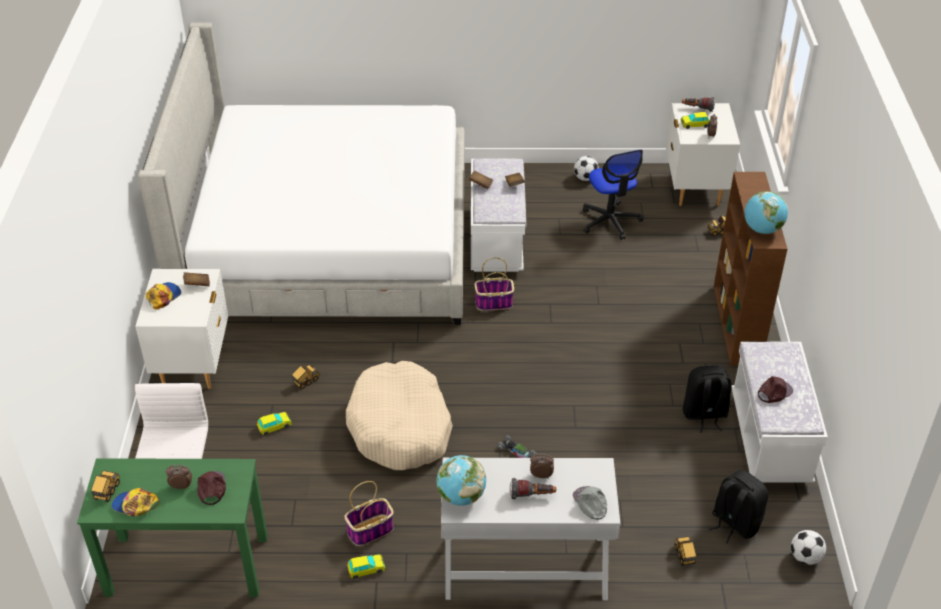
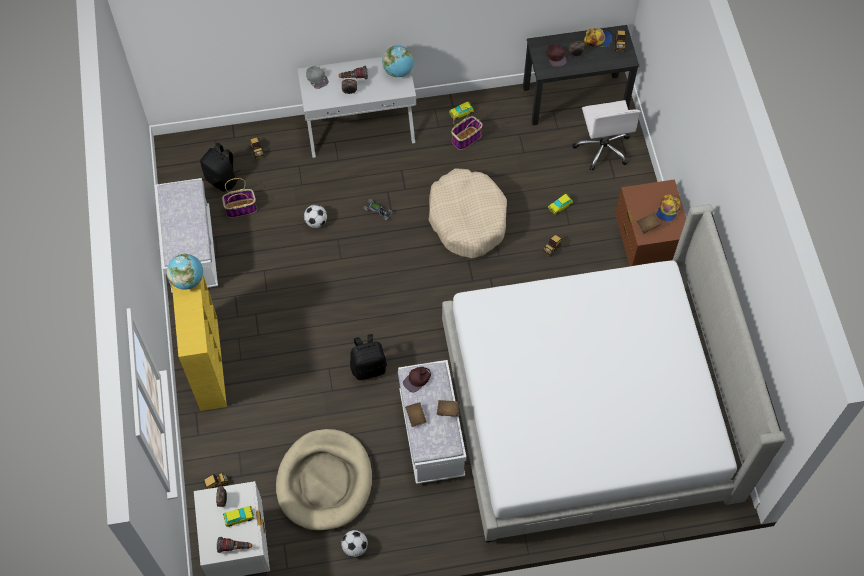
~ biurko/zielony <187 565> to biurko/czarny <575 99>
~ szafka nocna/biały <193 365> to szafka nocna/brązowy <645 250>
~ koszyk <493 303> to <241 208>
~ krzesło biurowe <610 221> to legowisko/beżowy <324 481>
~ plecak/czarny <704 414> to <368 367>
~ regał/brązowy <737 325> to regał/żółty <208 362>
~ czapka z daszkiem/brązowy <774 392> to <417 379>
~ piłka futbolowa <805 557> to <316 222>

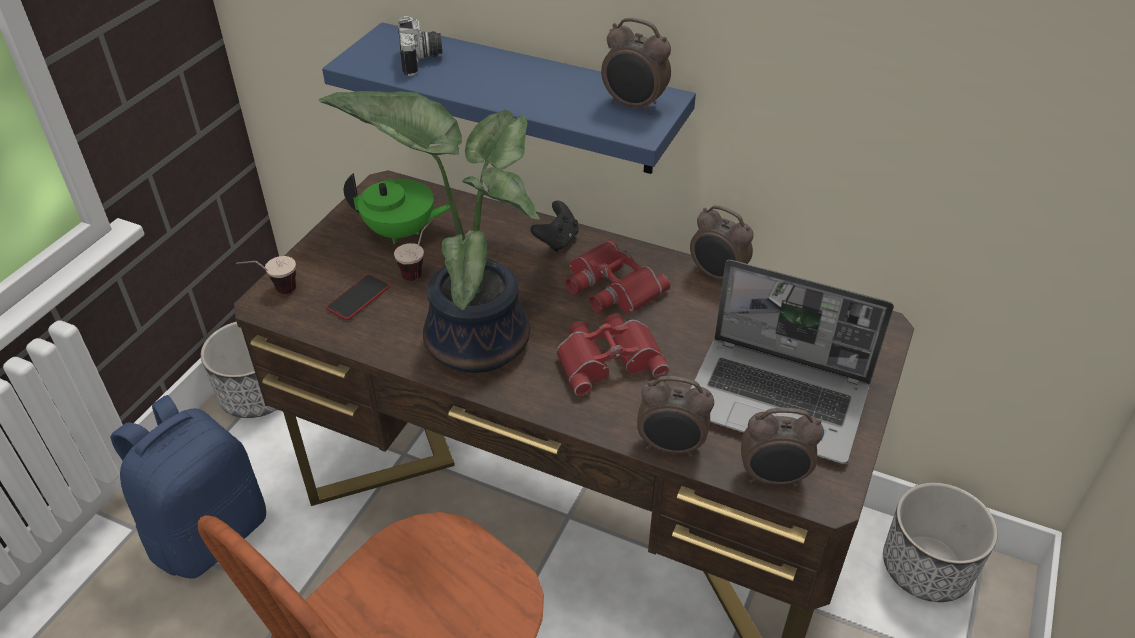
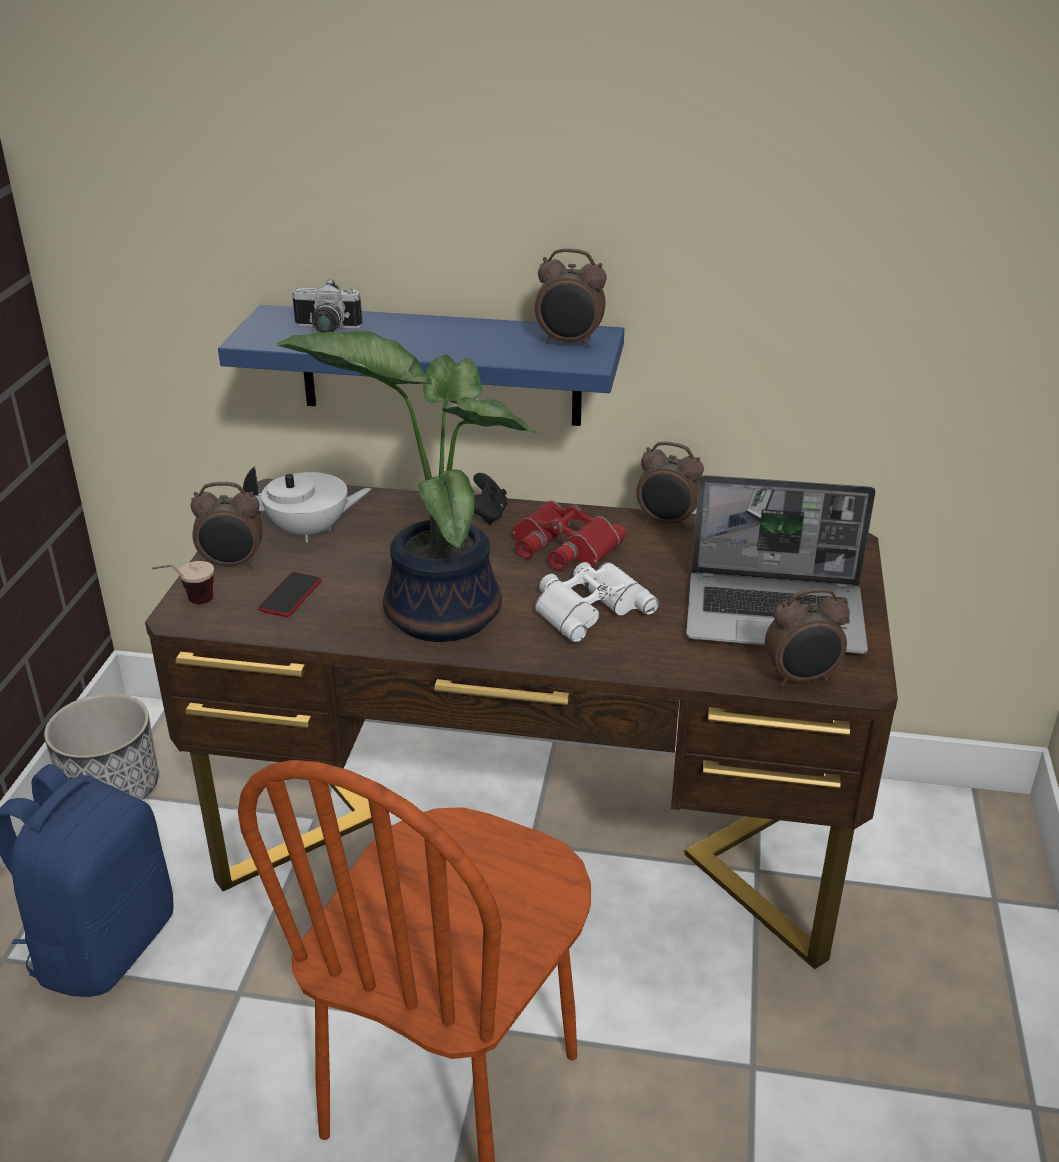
~ imbryk/zielony <401 232> to imbryk/biały <310 531>
- filiżanka <420 268>
~ aparat fotograficzny <422 59> = <325 330> 120 degrees clockwise
~ lornetka/czerwony <608 358> to lornetka/biały <589 607>
~ budzik <671 447> to <232 565>
- donica <925 567>

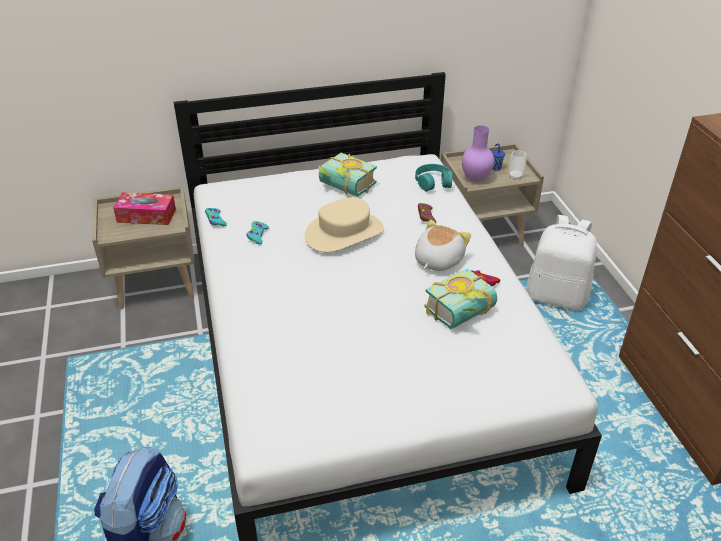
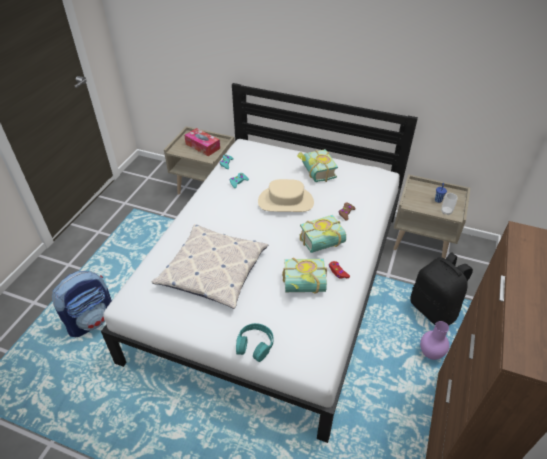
~ słuchawki/turkusowy <433 182> to <255 345>
~ pluszak <437 260> to książka <323 244>
~ wazon/fioletowy <476 179> to <431 354>
~ plecak/biały <557 296> to plecak/czarny <434 309>
+ poduszka <213 270>

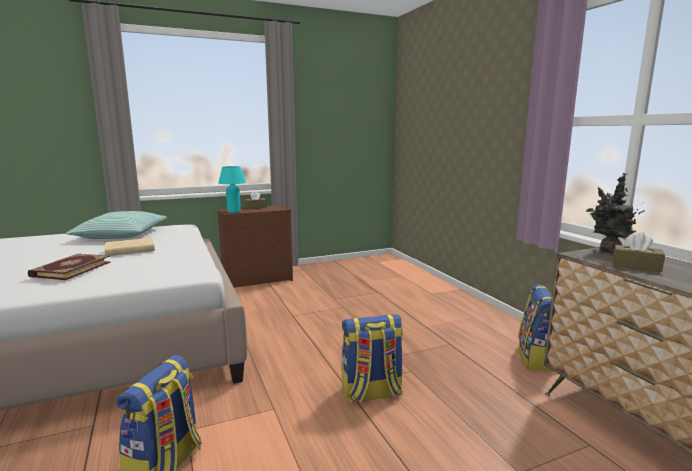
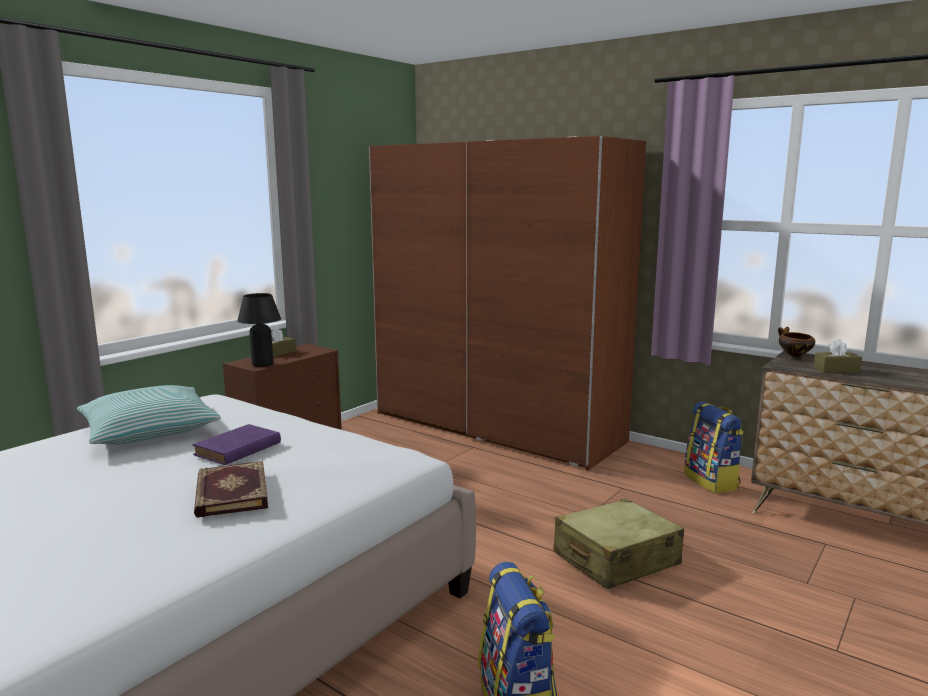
~ książka/beżowy <128 250> to książka/fioletowy <236 450>
~ lampa stołowa/turkusowy <234 211> to lampa stołowa/czarny <262 364>
~ plecak <371 393> to walizka/beżowy <615 559>
~ roślina doniczkowa <609 251> to miska <793 358>
+ szafa/brązowy <495 427>

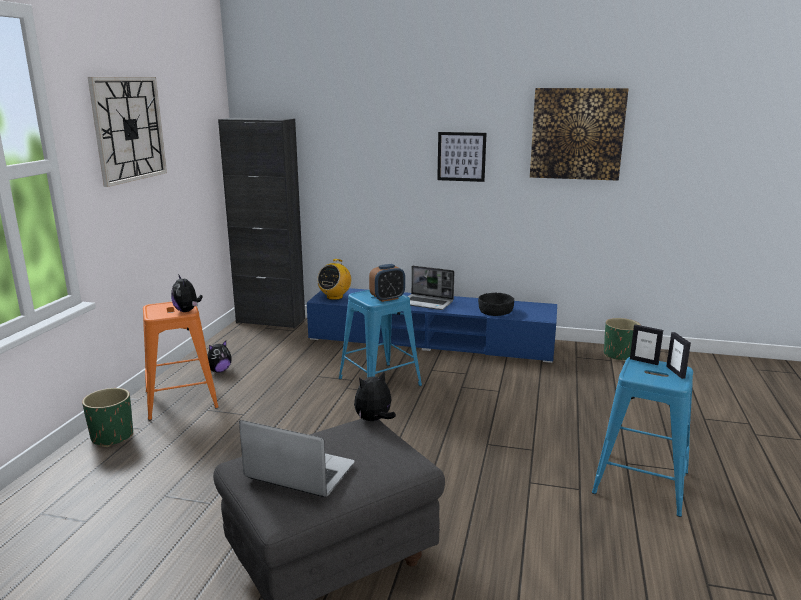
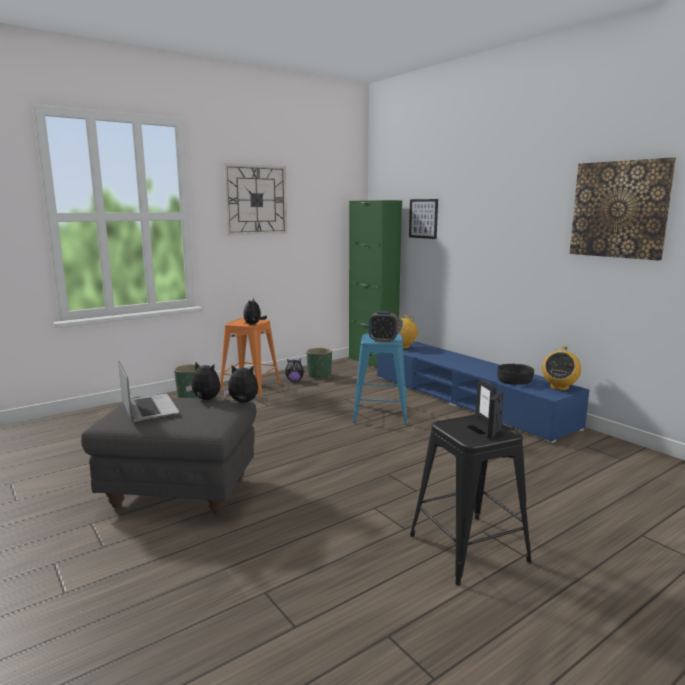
~ szafka/czarny <270 321> to szafka/zielony <372 361>
- laptop <427 303>
~ obraz <461 156> to <423 218>
~ stołek/niebieski <640 482> to stołek/czarny <467 548>
~ donica/zielony <619 355> to <319 376>
+ pluszak <205 400>
+ radio <559 387>

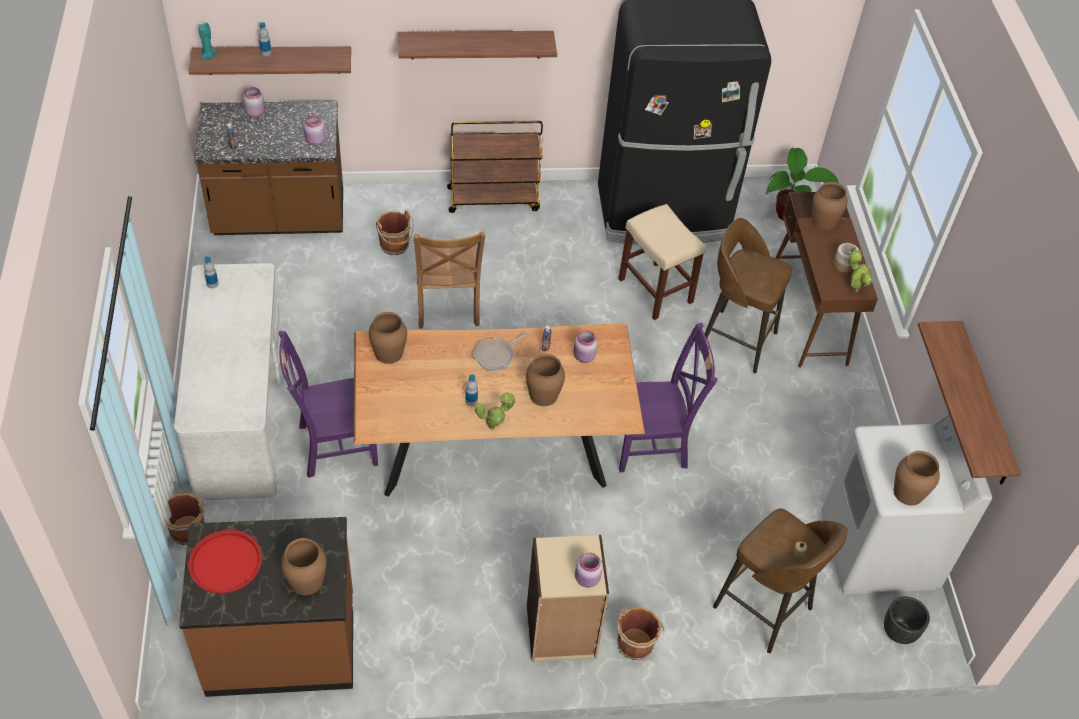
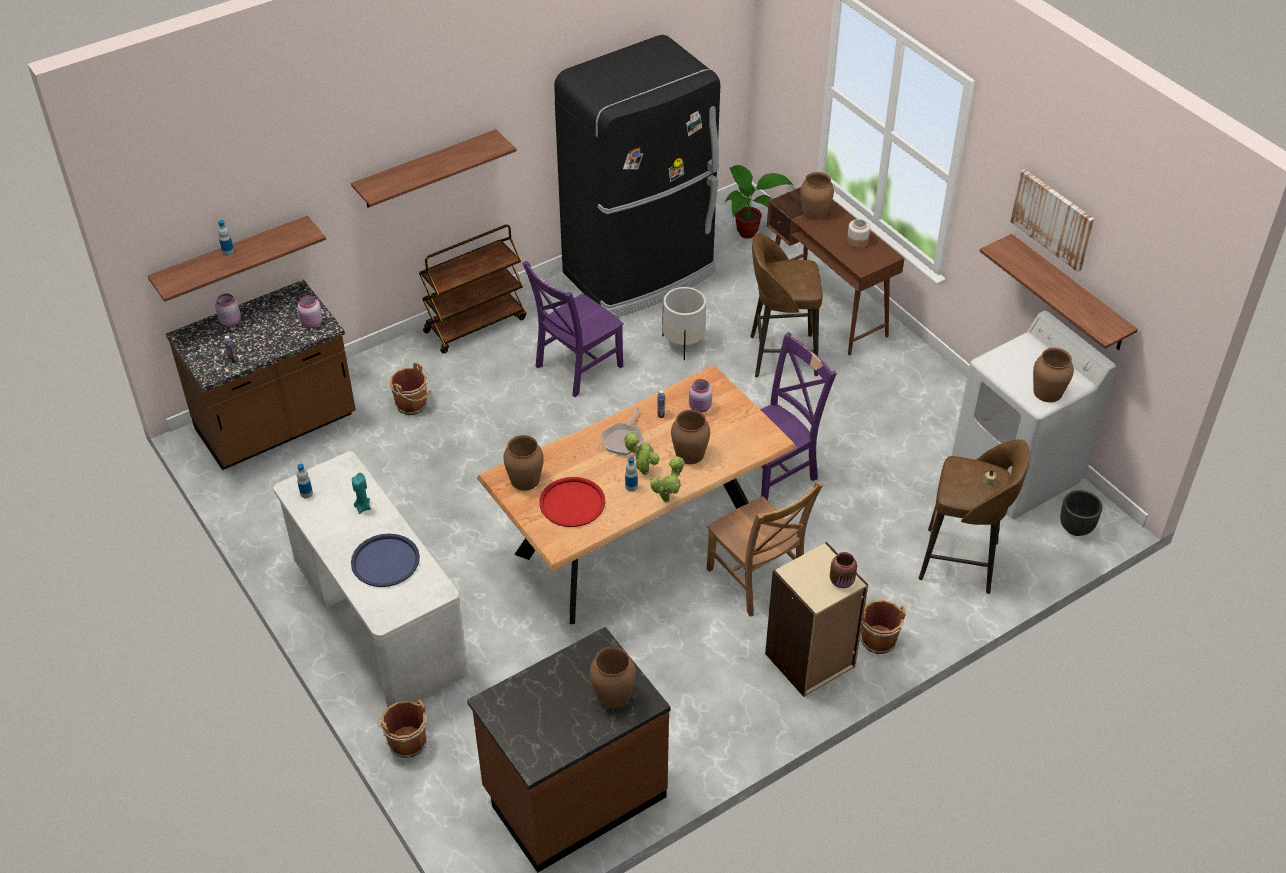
~ taca/czerwony <225 562> to <572 503>
~ świeca/turkusowy <208 56> to <363 507>
~ krzesło/fioletowy <334 445> to <576 368>
~ krzesło/brązowy <447 306> to <757 580>
~ słoik/różowy <587 579> to słoik/brązowy <842 581>
~ stołek/beżowy <656 291> to donica/biały <683 343>
~ roślina doniczkowa <854 288> to <642 472>
+ taca/niebieski <385 561>
+ obraz <1053 219>

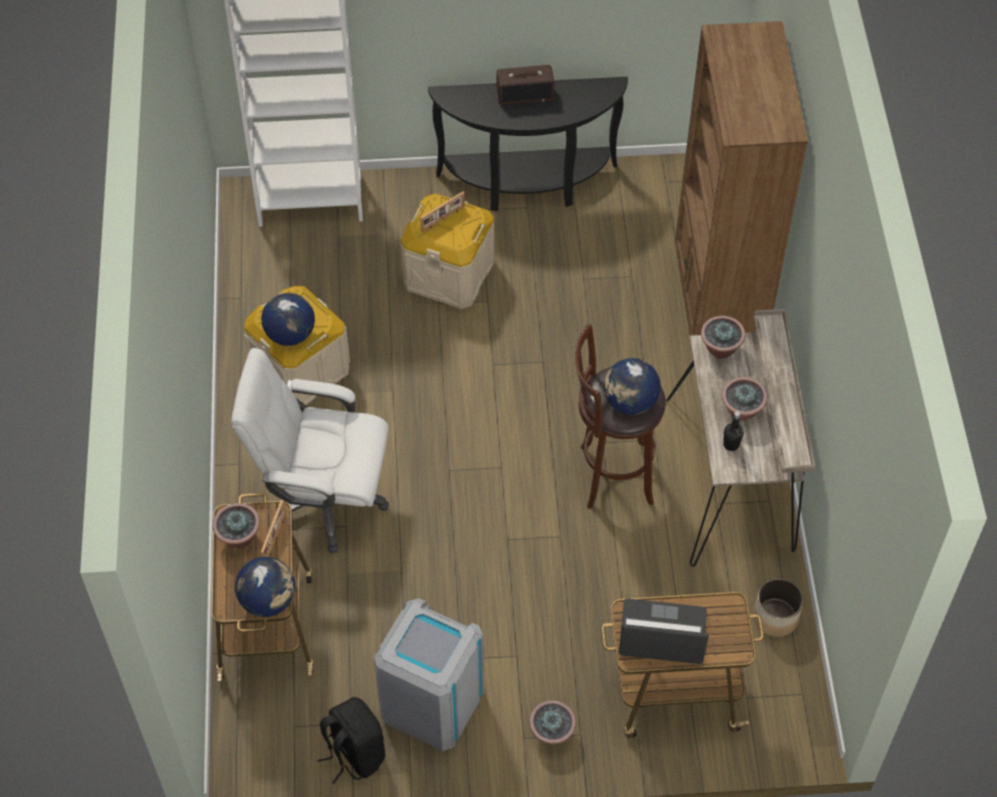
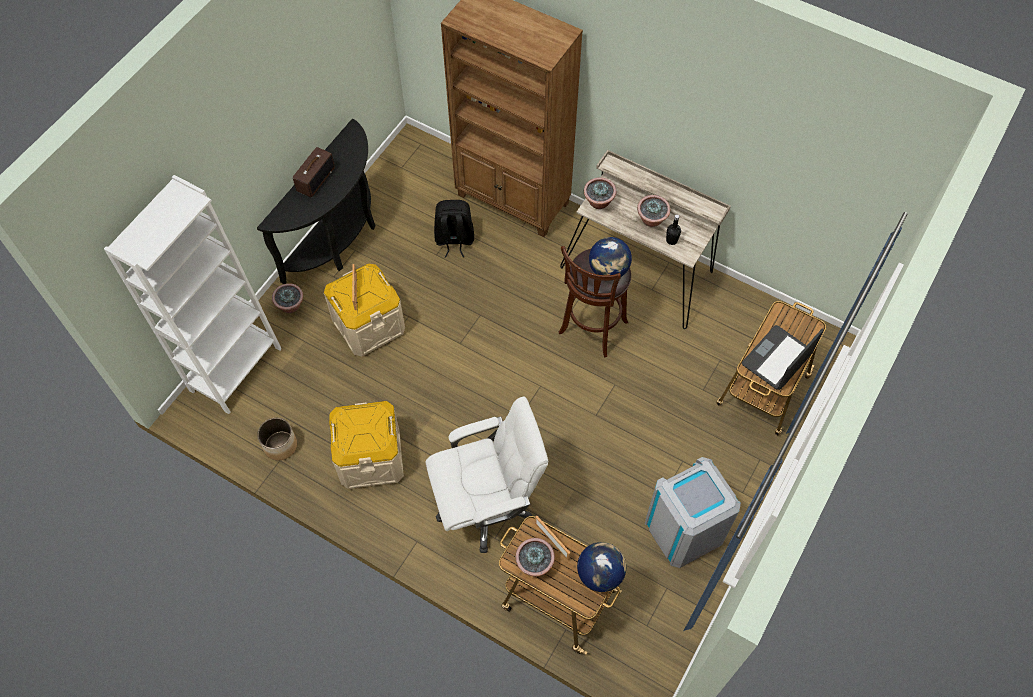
~ krzesło biurowe/biały <324 500> = <486 505> 150 degrees counterclockwise
- globus <290 334>
~ plecak/czarny <354 753> to <454 240>
~ roślina doniczkowa <552 733> to <291 306>
~ donica <775 618> to <281 445>

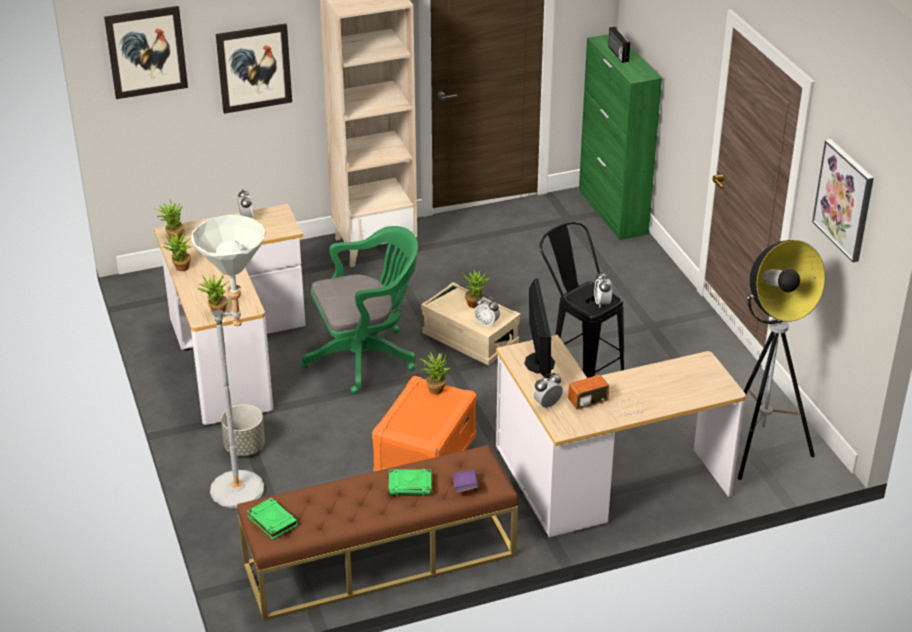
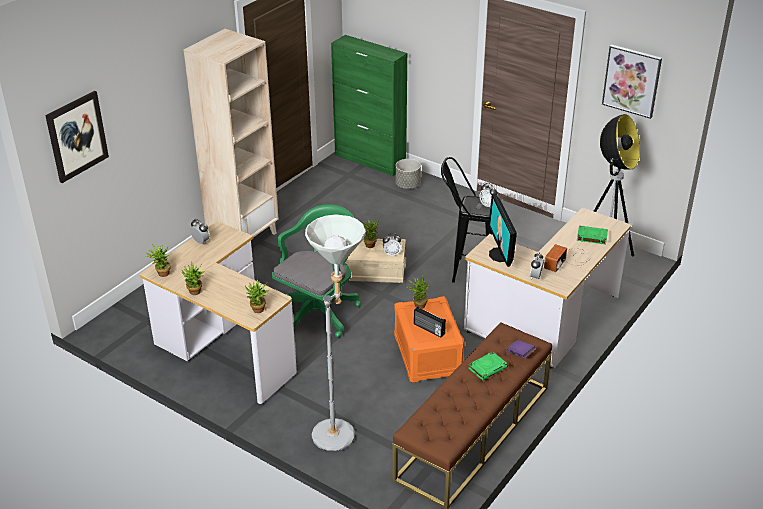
- obraz <254 68>
~ donica/szary <245 447> to <408 185>
~ książka/zielony <272 521> to <591 237>
~ monitor <538 363> = <500 254> 150 degrees counterclockwise
~ radio <617 54> to <428 329>

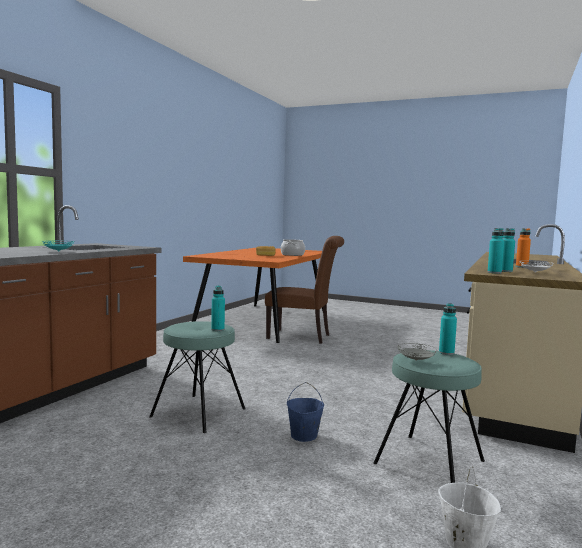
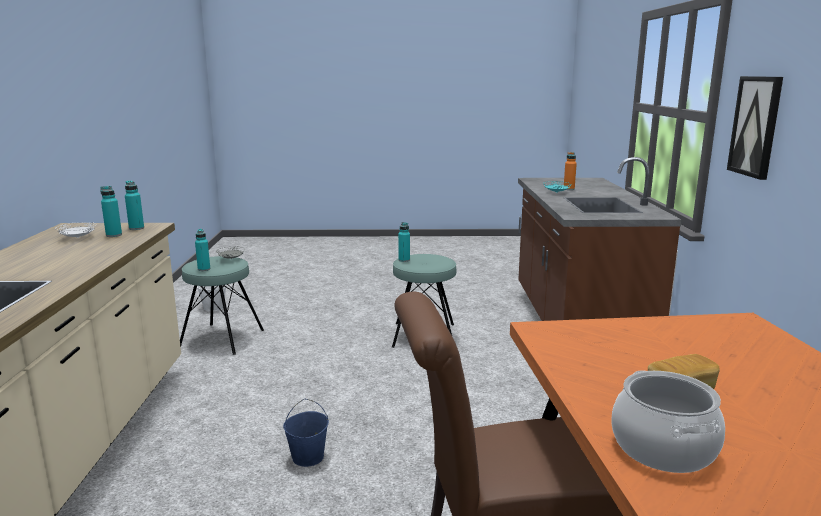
~ wiadro/niebieski <304 436> to <308 457>
~ butelka/pomarańczowy <521 267> to <569 189>
+ obraz <755 126>

